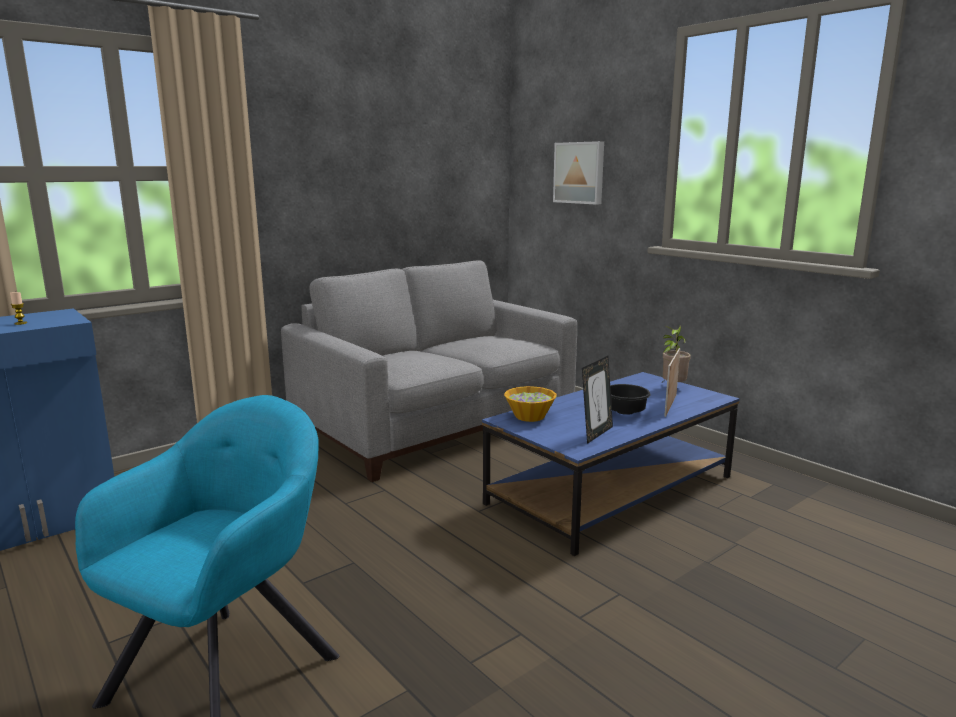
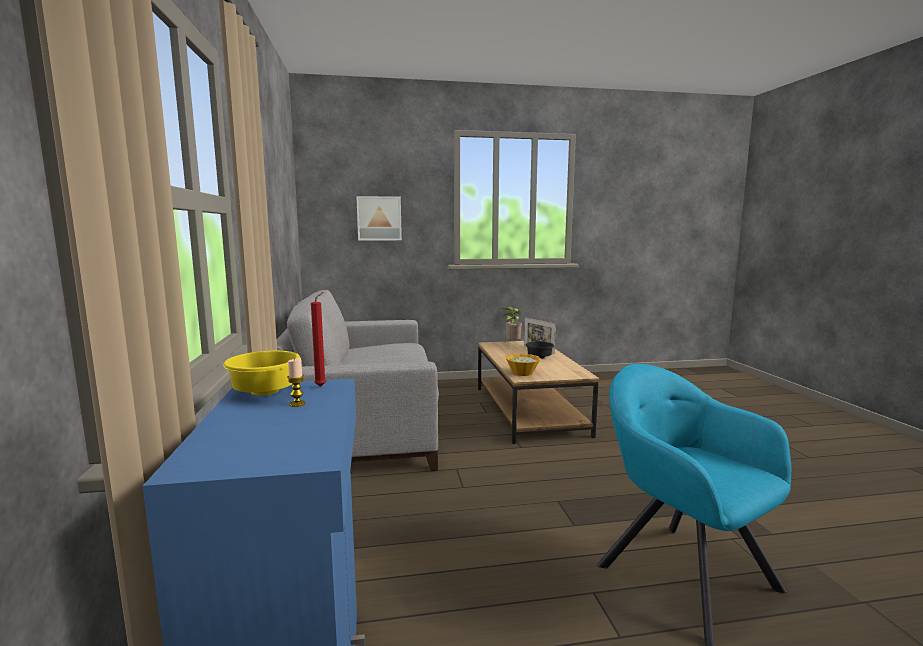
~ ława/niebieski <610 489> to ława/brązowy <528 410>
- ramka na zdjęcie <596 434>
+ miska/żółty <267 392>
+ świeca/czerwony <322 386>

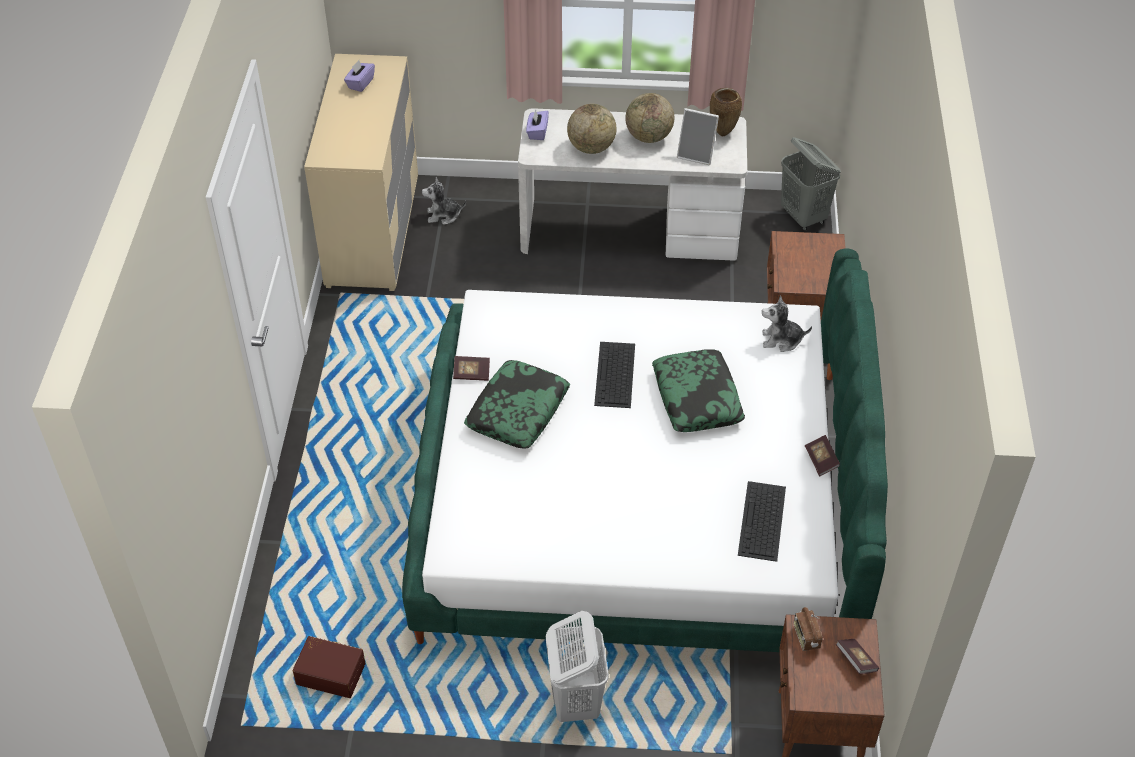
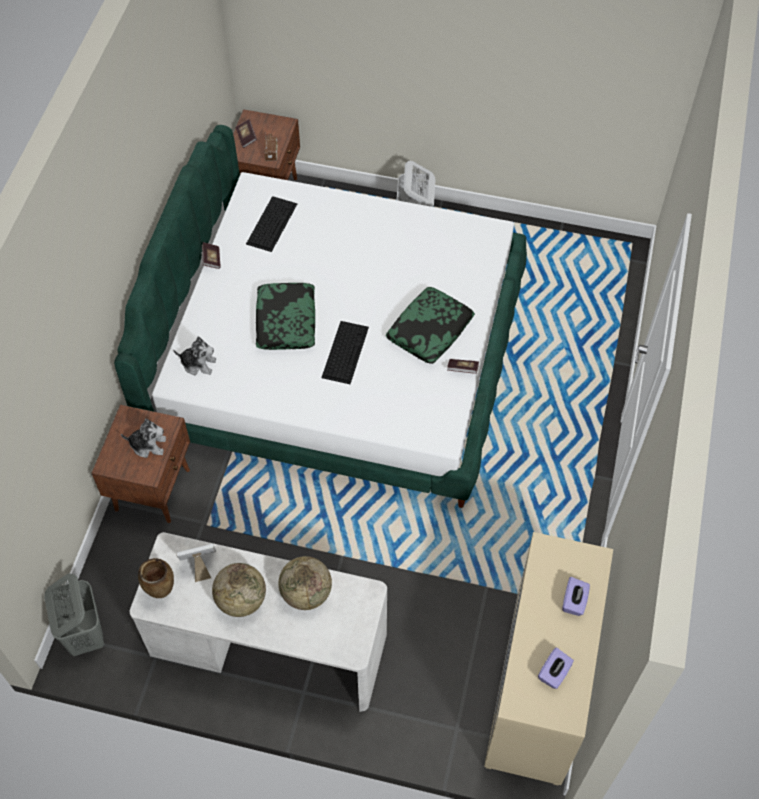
- pojemnik do przechowywania/brązowy <331 672>
~ pluszak <443 215> to <148 445>
~ pudełko chusteczek/fioletowy <537 132> to <574 601>
~ ramka na zdjęcie <697 154> = <199 565> 45 degrees counterclockwise

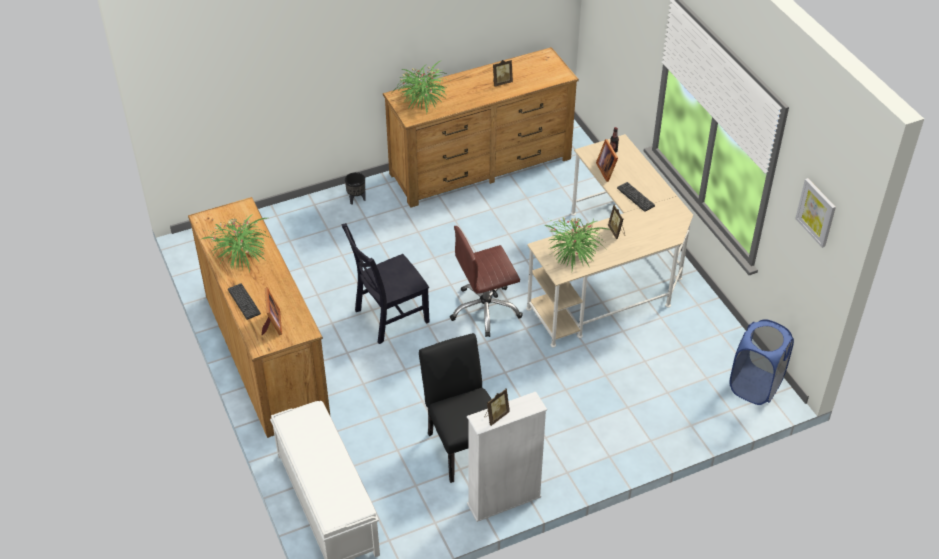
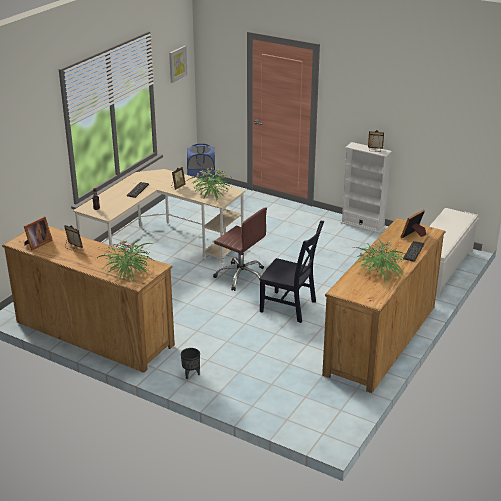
- krzesło/czarny <462 444>
~ ramka na zdjęcie <607 170> to <37 244>

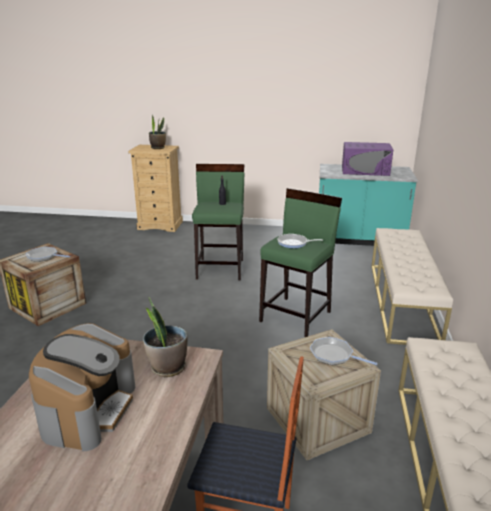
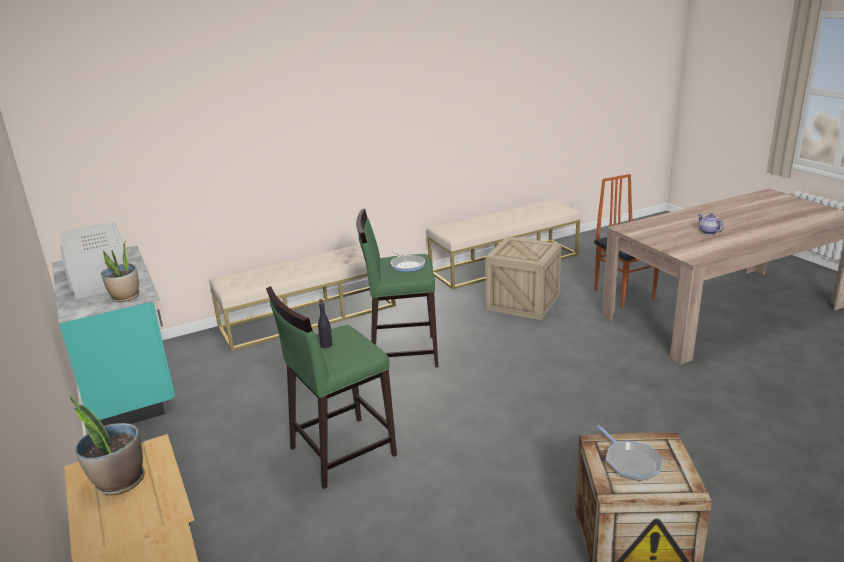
~ ekspres do kawy <88 409> to imbryk <708 232>
~ roślina doniczkowa <167 367> to <125 297>
- patelnia <334 355>
~ mikrofalówka/fioletowy <365 171> to mikrofalówka/biały <101 278>

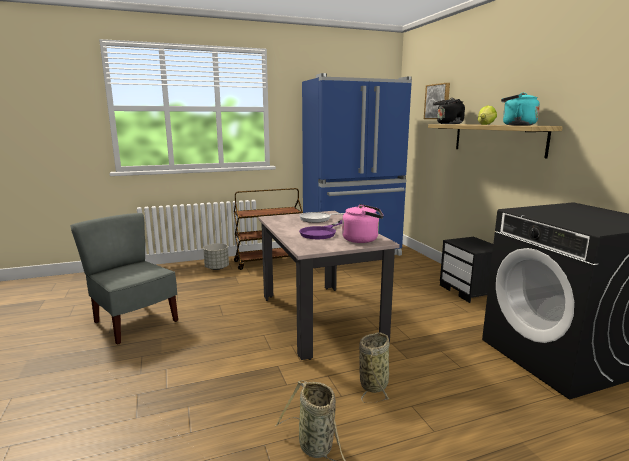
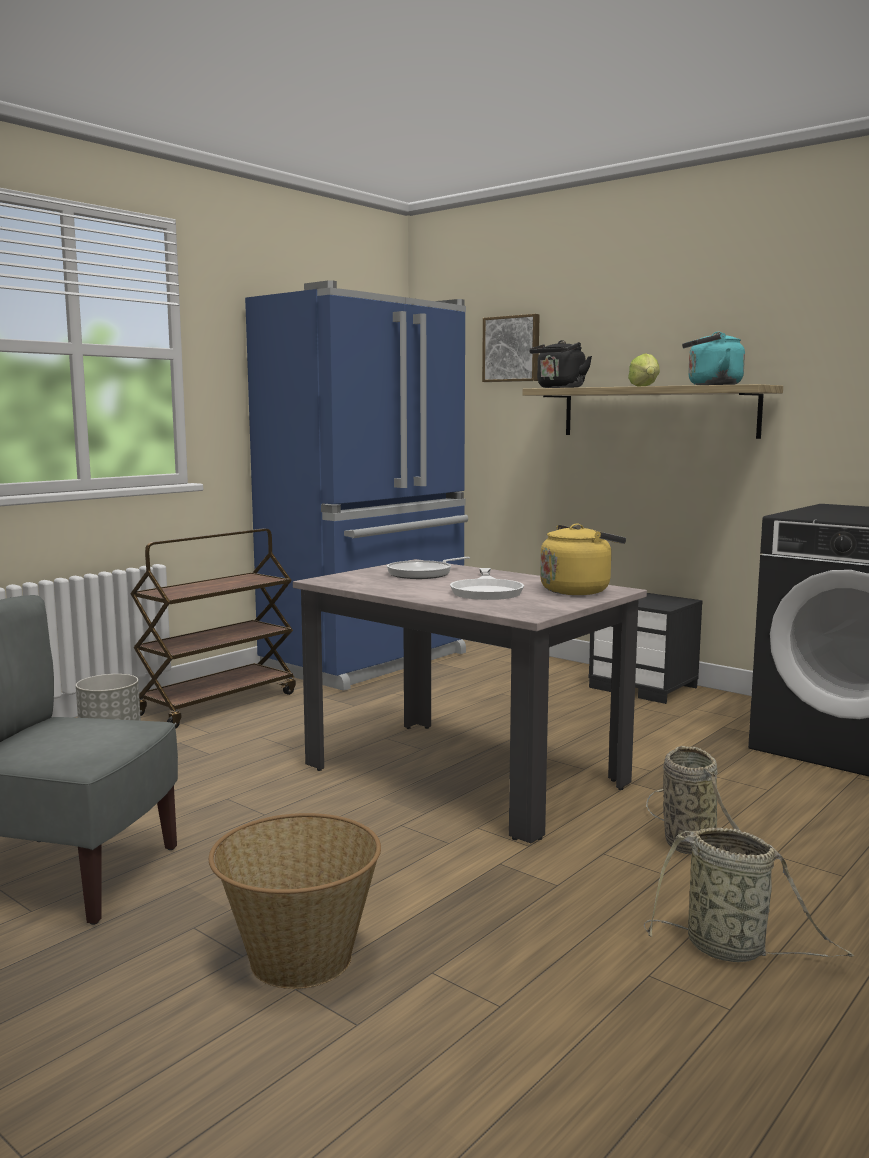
~ patelnia/fioletowy <321 233> to patelnia/biały <487 590>
~ czajnik/różowy <362 239> to czajnik/żółty <578 590>
+ koszyk <298 959>

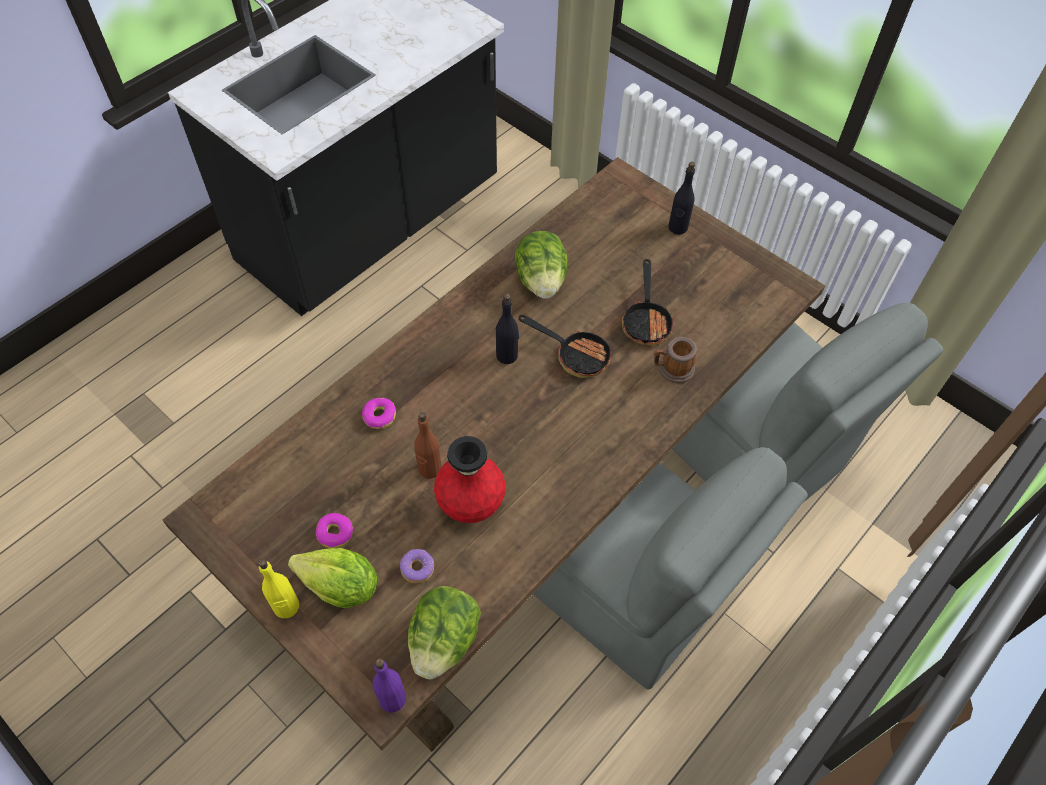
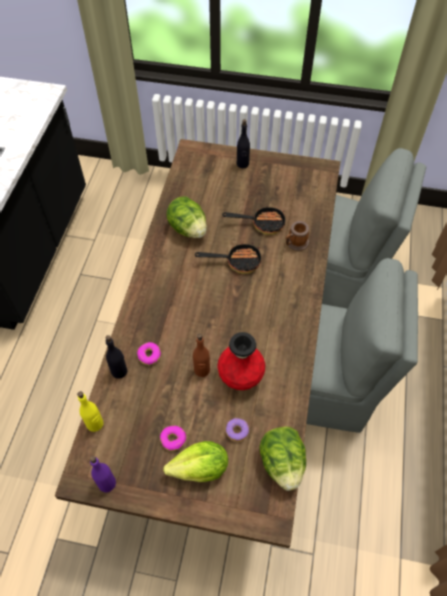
~ butelka/żółty <286 606> to <95 424>
~ butelka/fioletowy <392 698> to <106 483>
~ butelka/czarny <507 355> to <119 371>
~ patelnia <646 320> = <262 223> 60 degrees counterclockwise

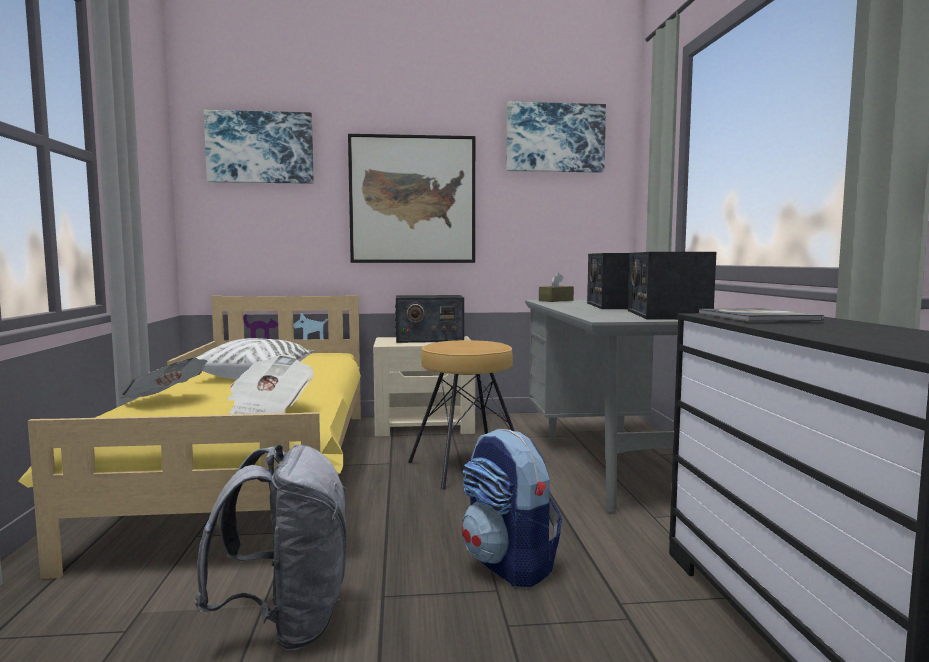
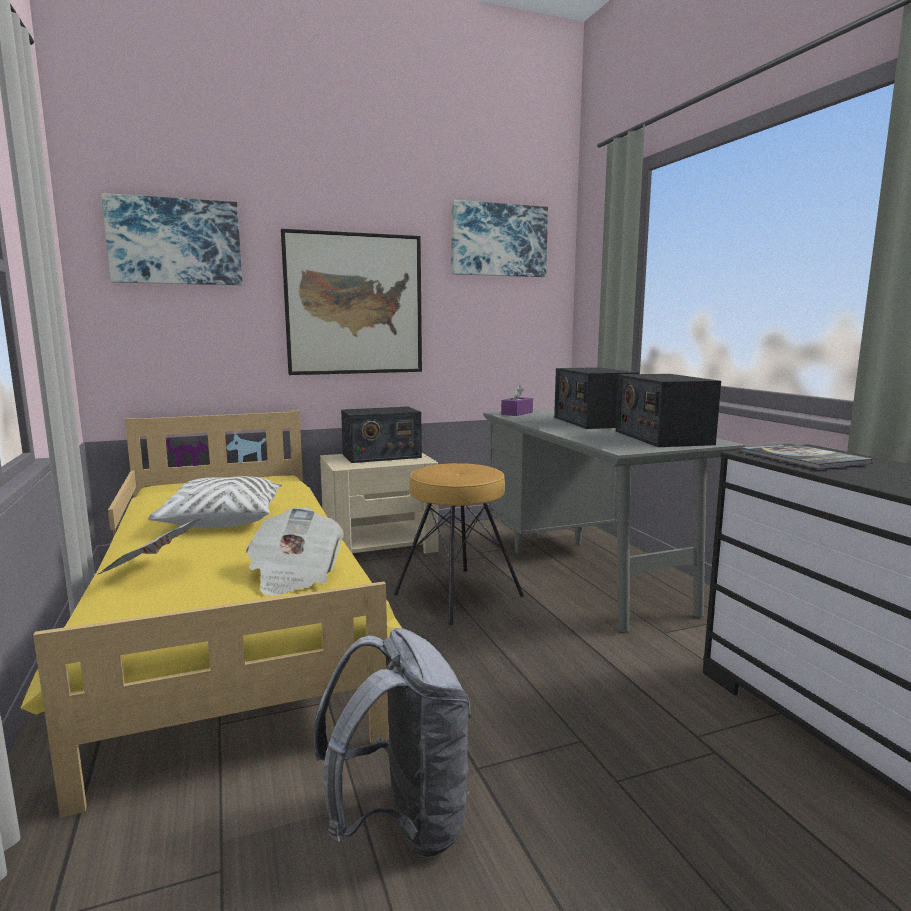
- plecak <509 565>
~ pudełko chusteczek/brązowy <556 300> to pudełko chusteczek/fioletowy <517 413>

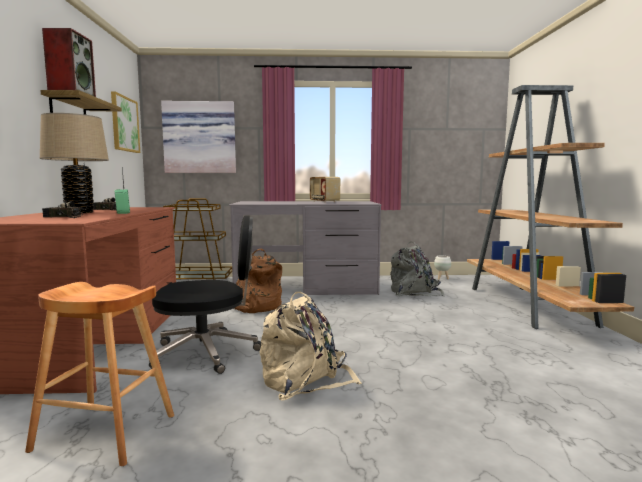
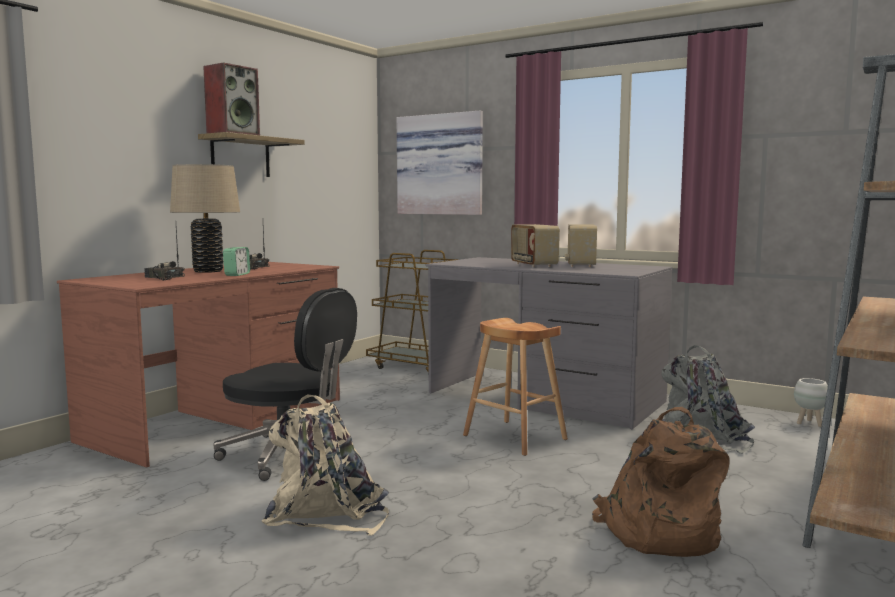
~ stołek/brązowy <105 432> to <515 437>
- obraz <124 124>
~ plecak/brązowy <255 306> to <658 533>
+ radio <533 265>

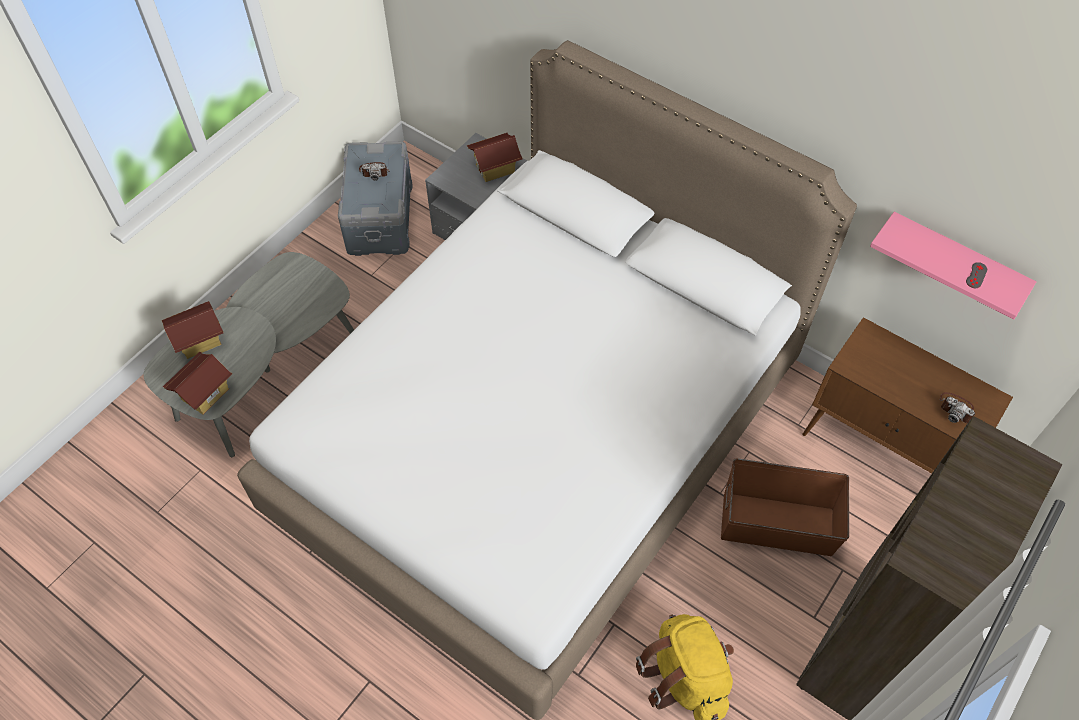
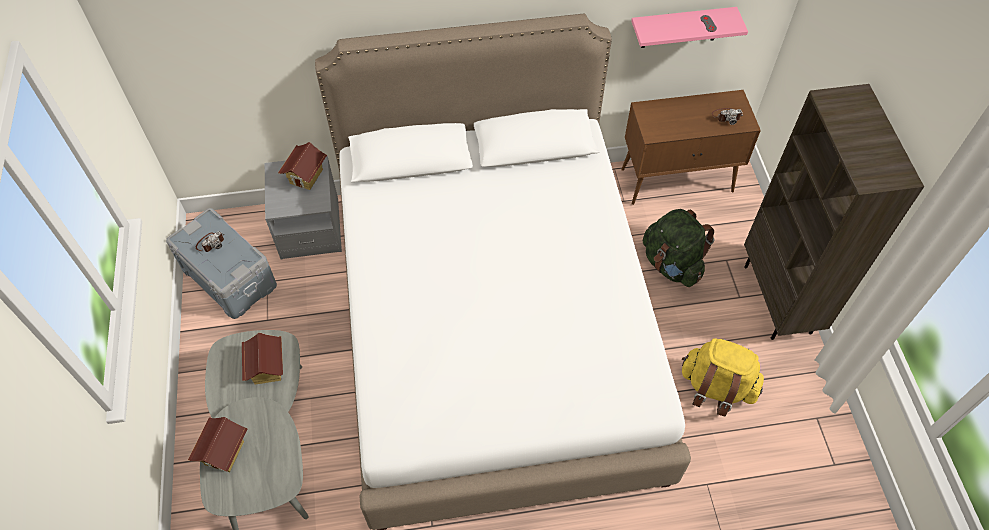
~ domek <205 394> to <267 368>
~ pojemnik do przechowywania/brązowy <777 525> to plecak/zielony <671 264>

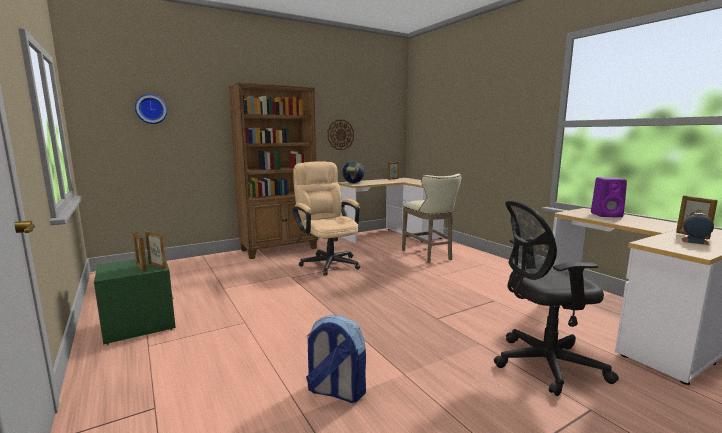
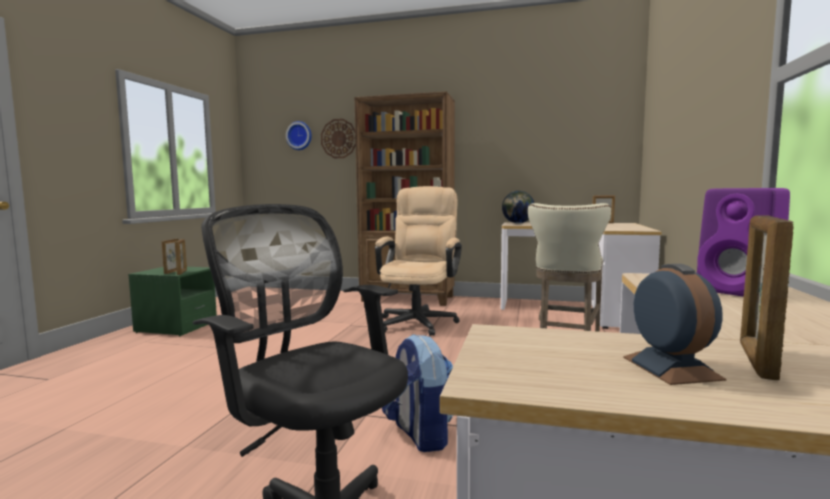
~ plecak <335 391> to <419 434>
~ zegar ścienny <340 135> to <339 138>

